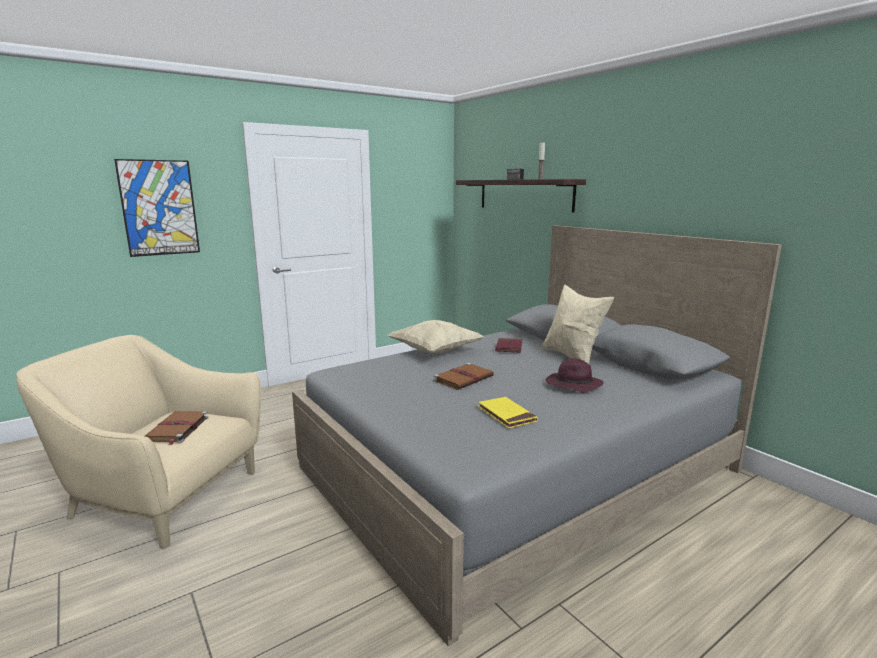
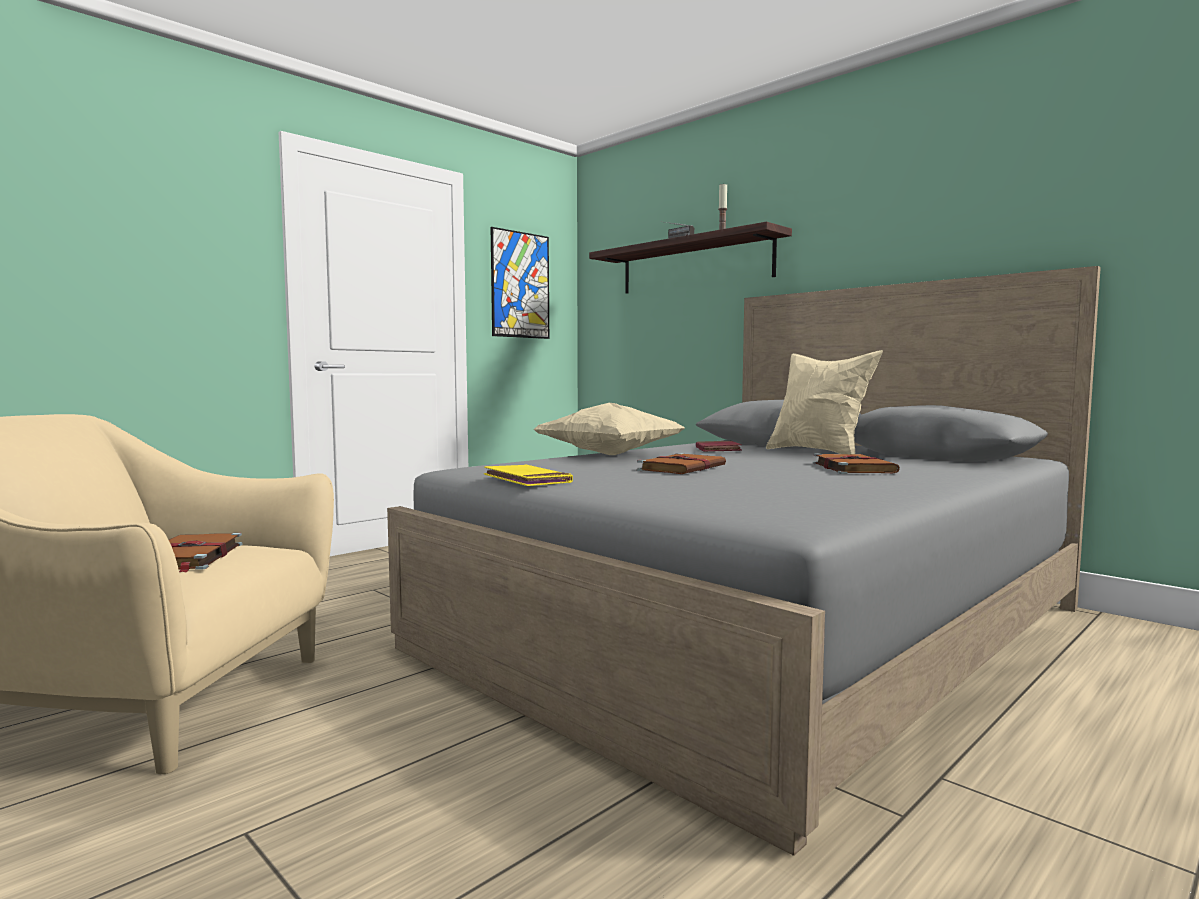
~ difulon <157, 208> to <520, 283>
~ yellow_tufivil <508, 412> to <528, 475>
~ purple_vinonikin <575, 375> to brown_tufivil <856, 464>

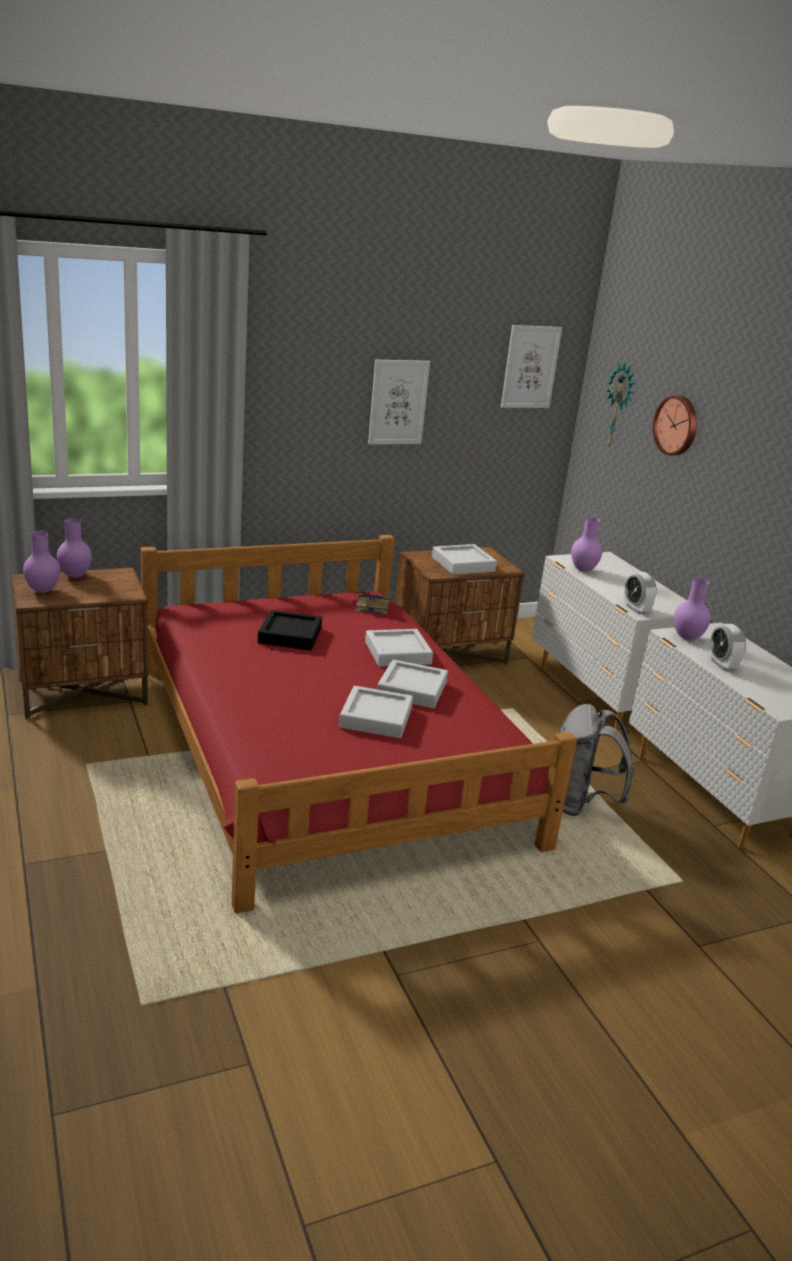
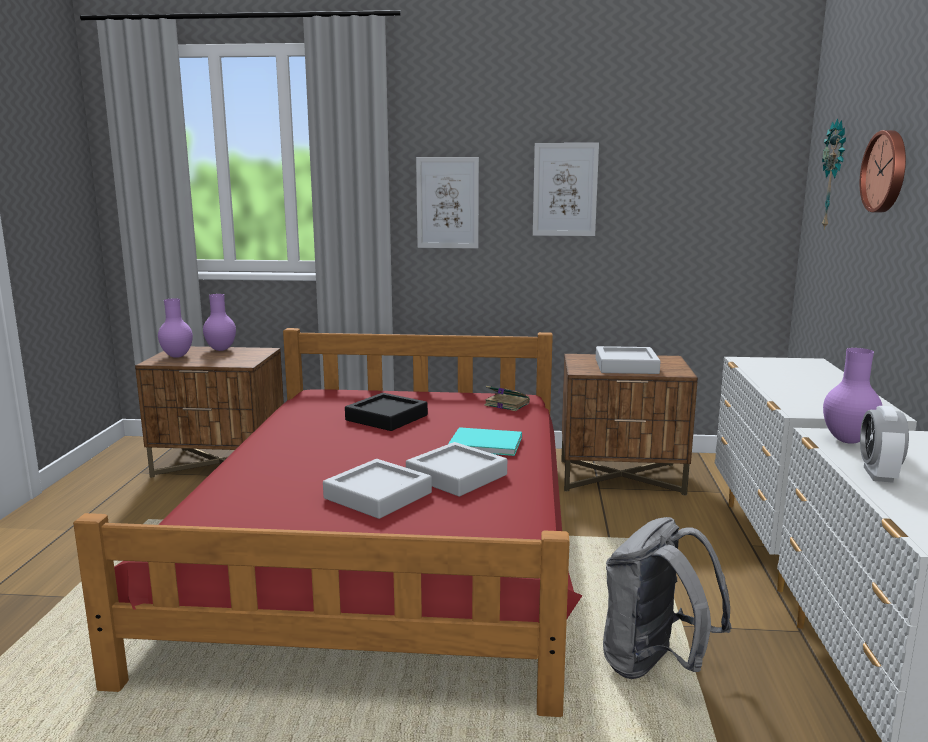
- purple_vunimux <586, 544>
- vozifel <640, 593>
~ difulon <531, 366> to <447, 202>
~ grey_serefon <399, 648> to turquoise_tufivil <485, 441>

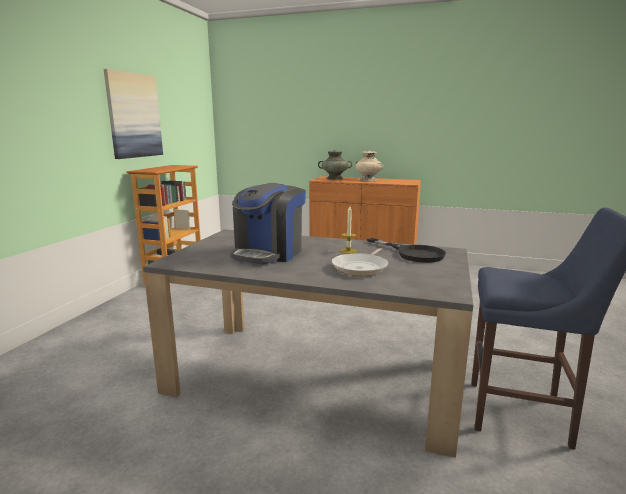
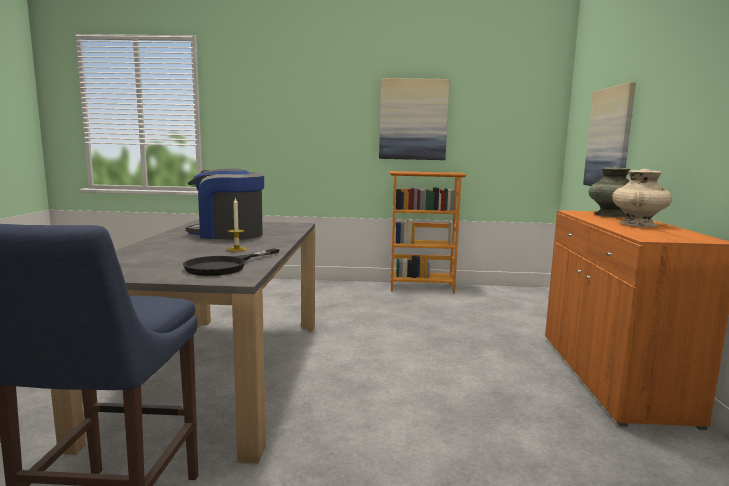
- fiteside <360, 262>
+ difulon <609, 134>

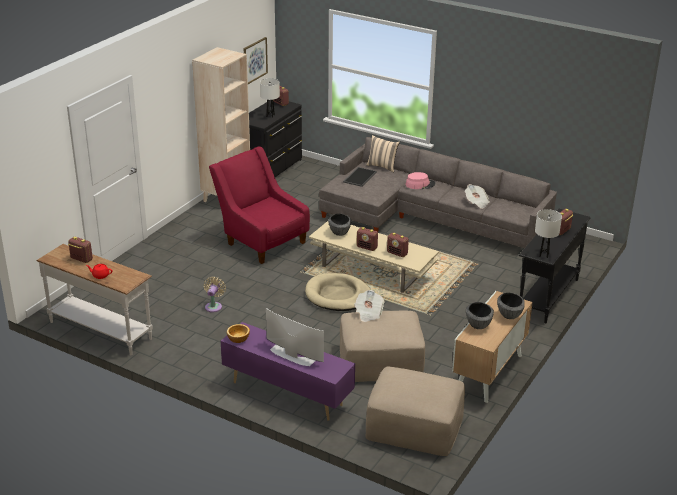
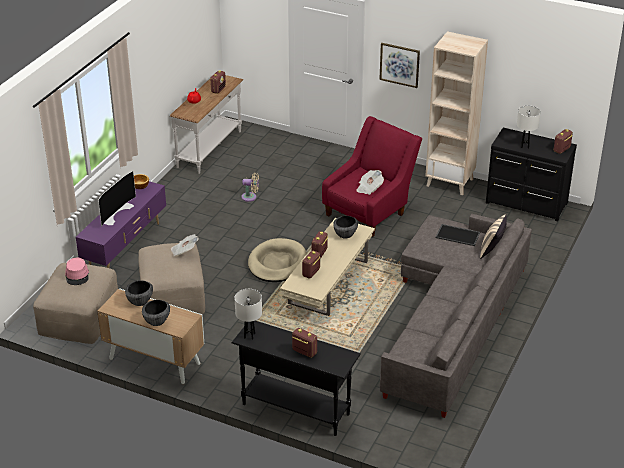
~ difulon <256, 60> to <399, 65>
~ pink_vinonikin <420, 180> to <77, 271>
~ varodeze <477, 196> to <370, 182>

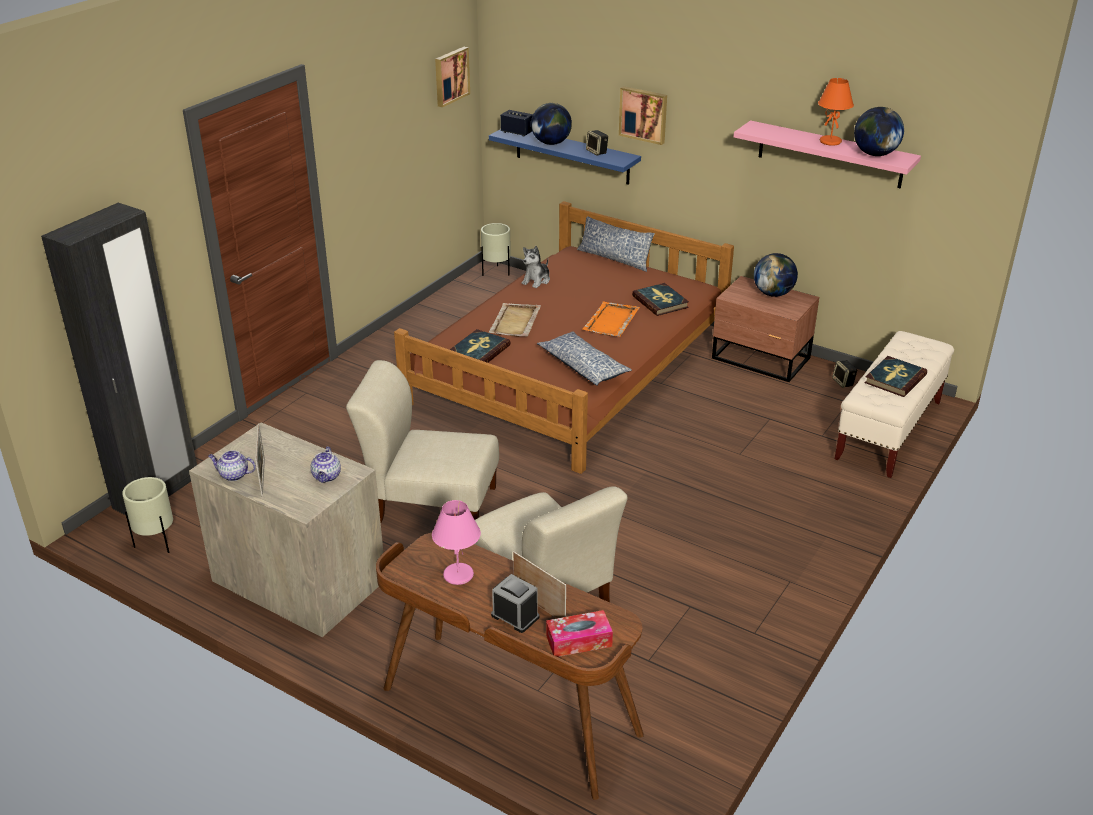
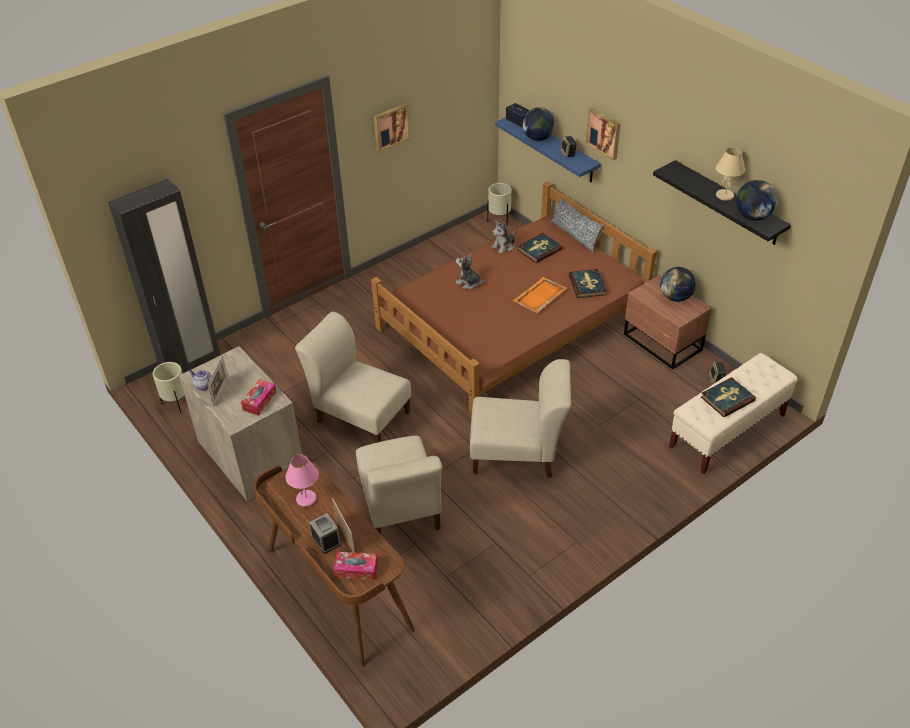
- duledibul <584, 358>
+ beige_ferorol <520, 418>
~ difulon <452, 77> to <392, 127>
~ tufivil <480, 346> to <540, 248>
~ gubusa <325, 464> to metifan <259, 397>
~ beige_serefon <514, 320> to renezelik <469, 271>
~ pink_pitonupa <827, 154> to black_pitonupa <722, 202>
~ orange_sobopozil <836, 112> to beige_sobopozil <730, 174>

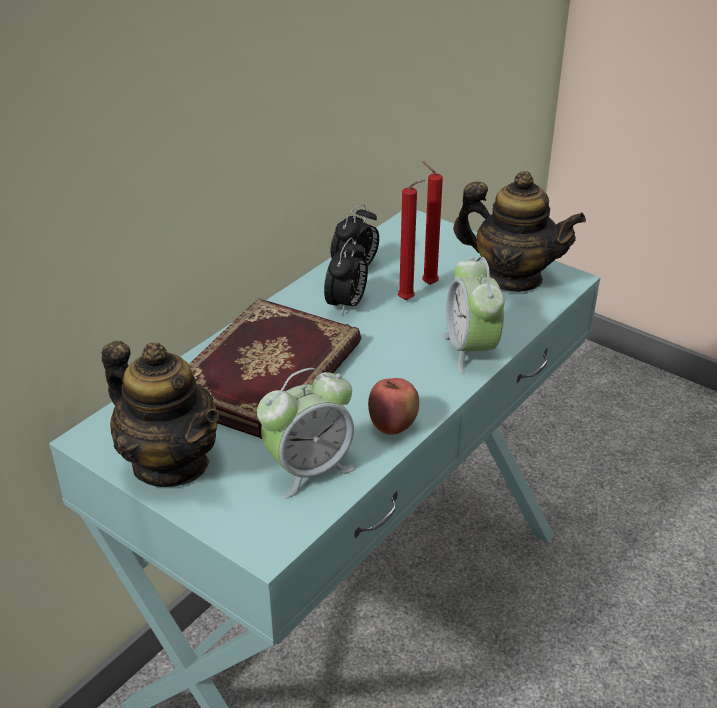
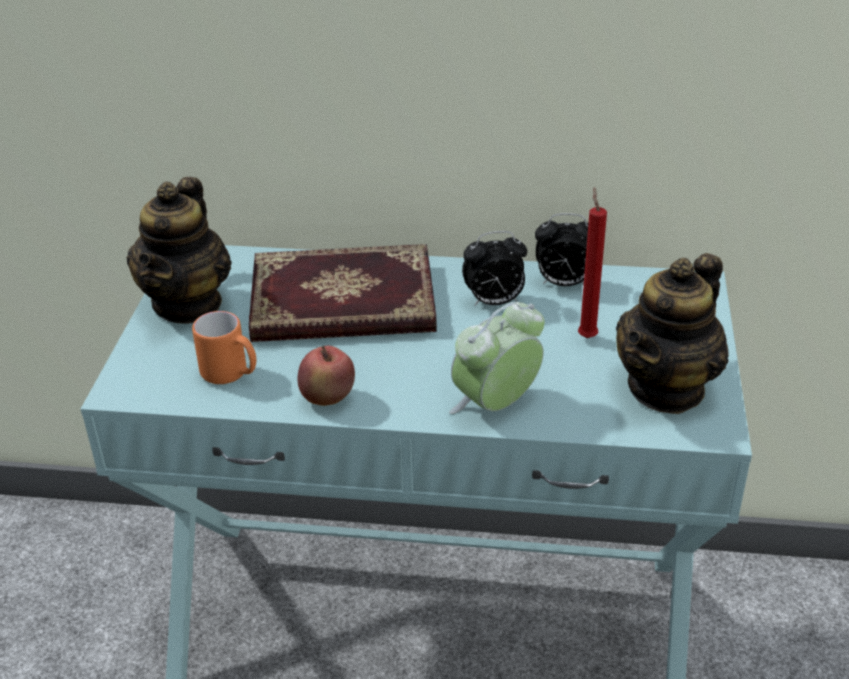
- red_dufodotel <411, 240>
~ vozifel <306, 433> to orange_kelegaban <224, 347>
~ gubusa <519, 231> = <672, 333> 45 degrees clockwise

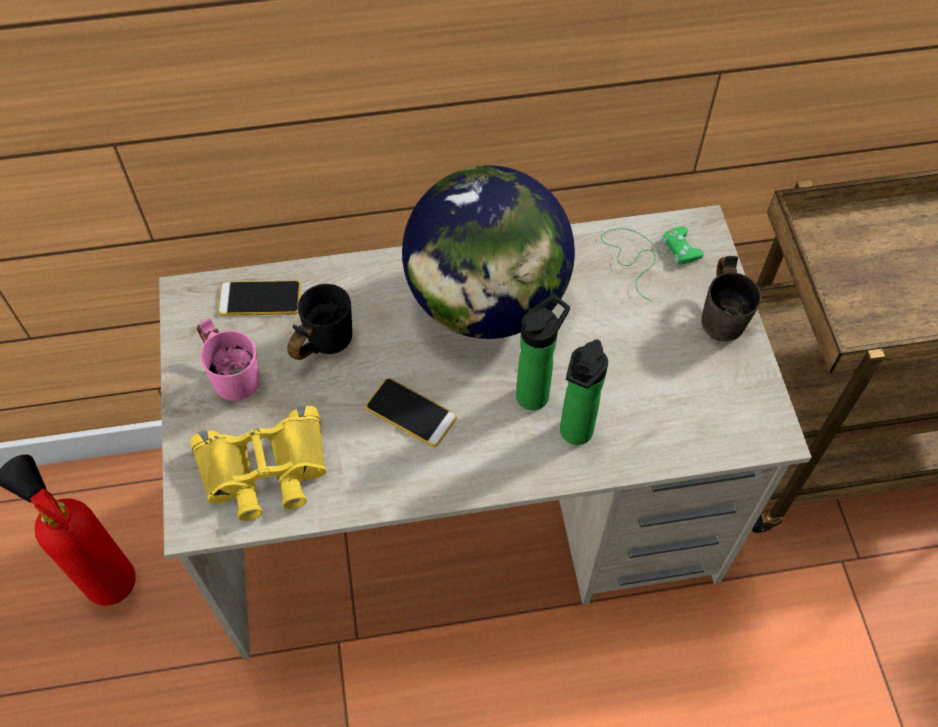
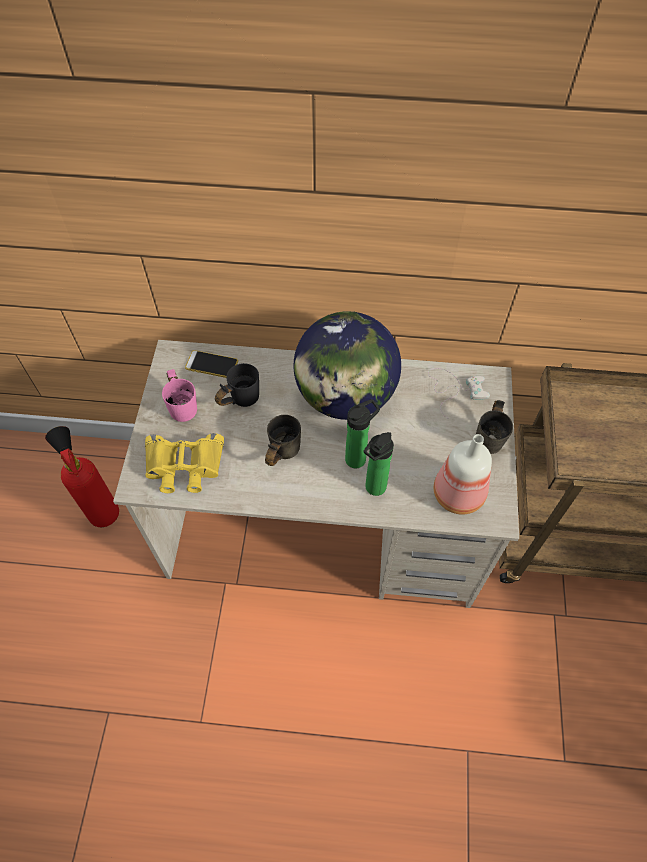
+ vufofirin <463, 474>
~ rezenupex <411, 412> to grey_kelegaban <283, 440>
~ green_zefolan <652, 264> to white_zefolan <459, 393>

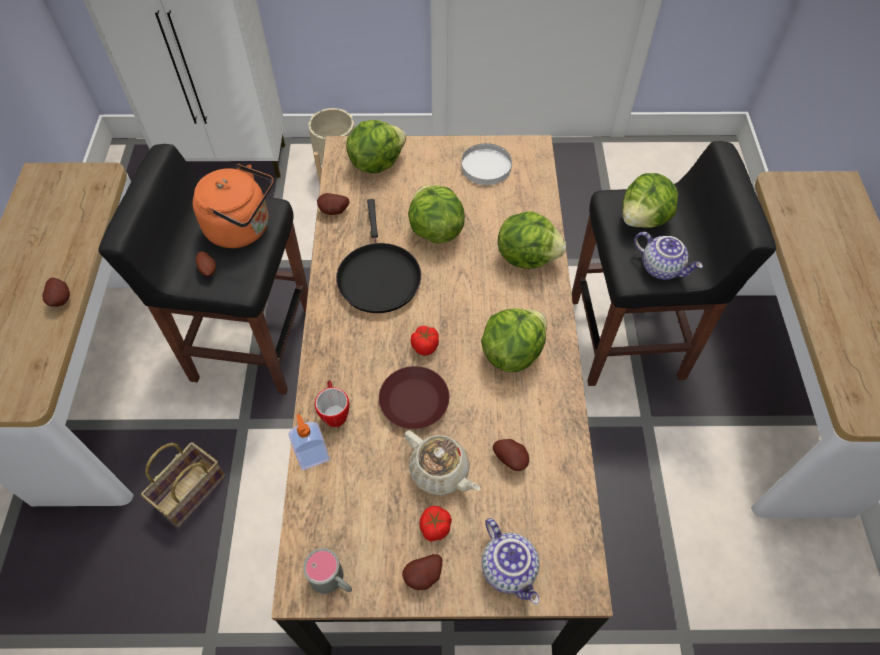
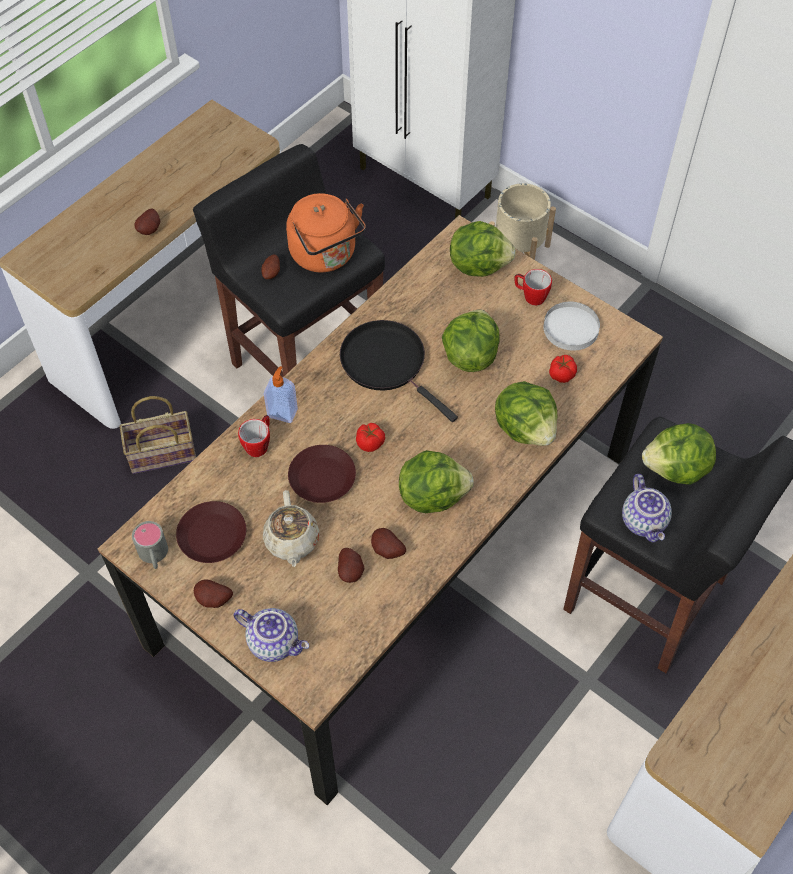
+ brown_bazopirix <211, 532>
+ kelegaban <533, 287>
~ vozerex <309, 442> to <281, 394>
~ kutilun <333, 204> to <388, 543>
~ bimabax <435, 524> to <563, 369>
~ black_fiteside <378, 256> = <399, 371> 105 degrees clockwise
~ gubusa <511, 561> = <271, 635> 75 degrees counterclockwise

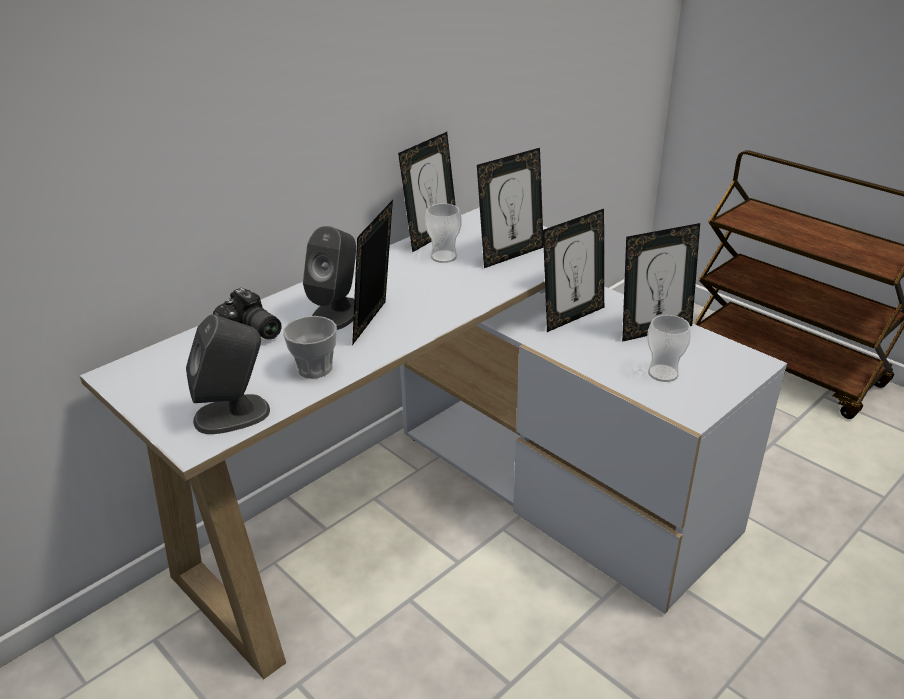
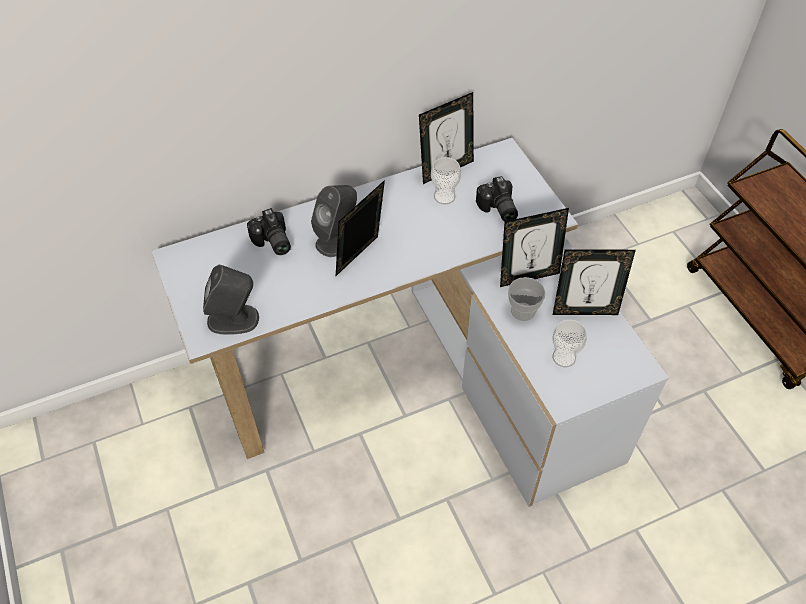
~ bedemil <310, 347> to <527, 299>
~ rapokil <510, 208> to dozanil <497, 199>

